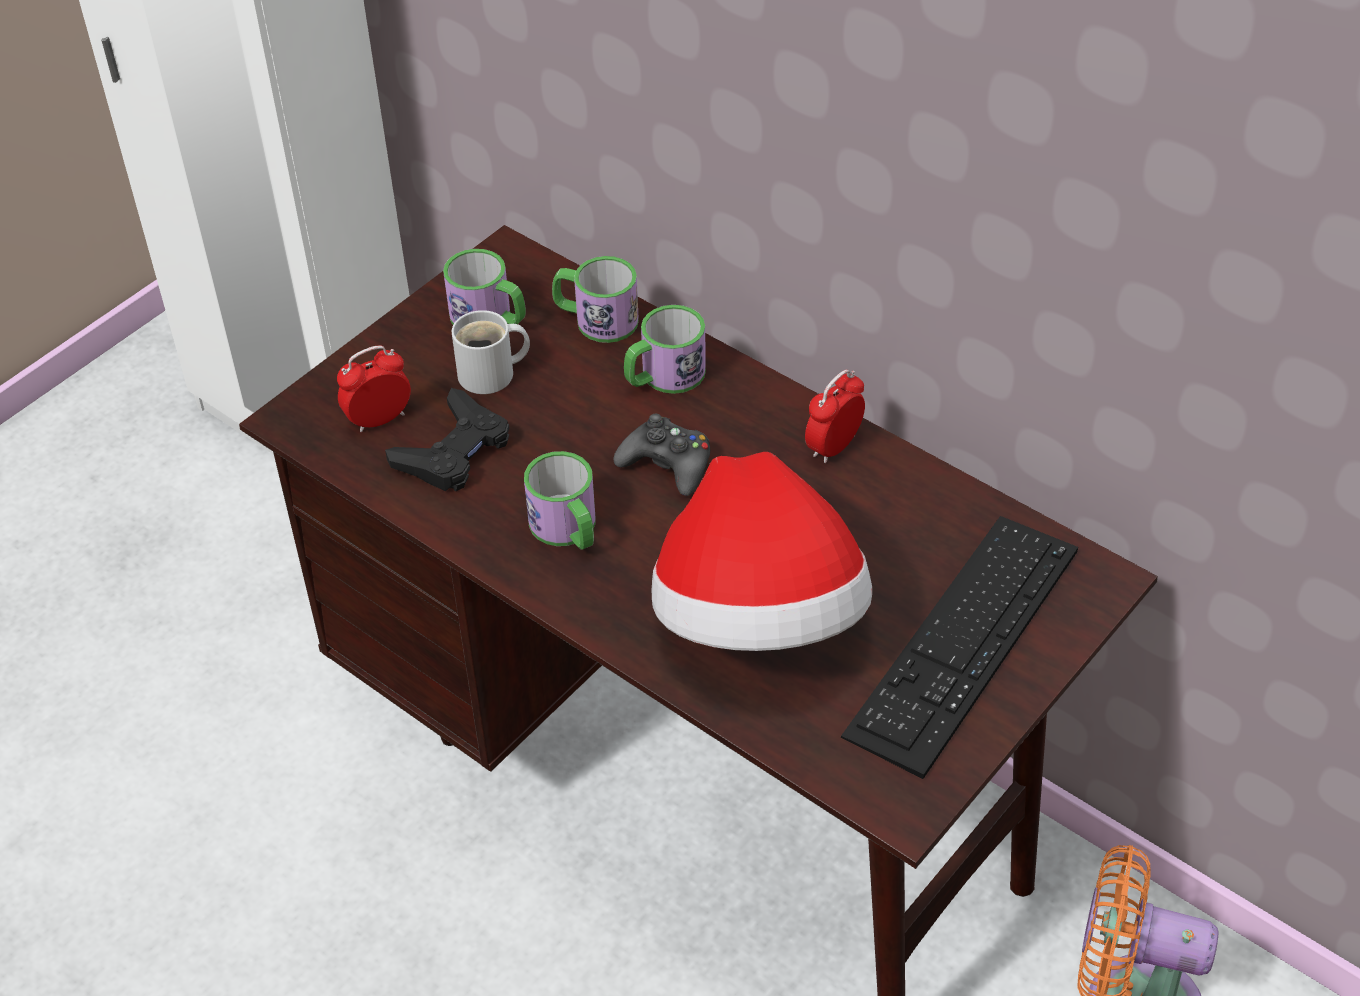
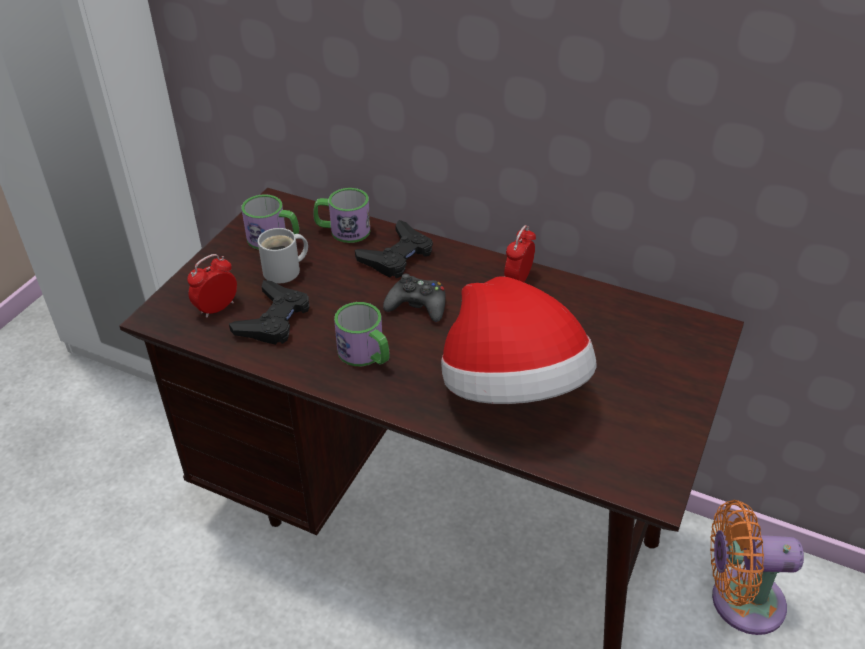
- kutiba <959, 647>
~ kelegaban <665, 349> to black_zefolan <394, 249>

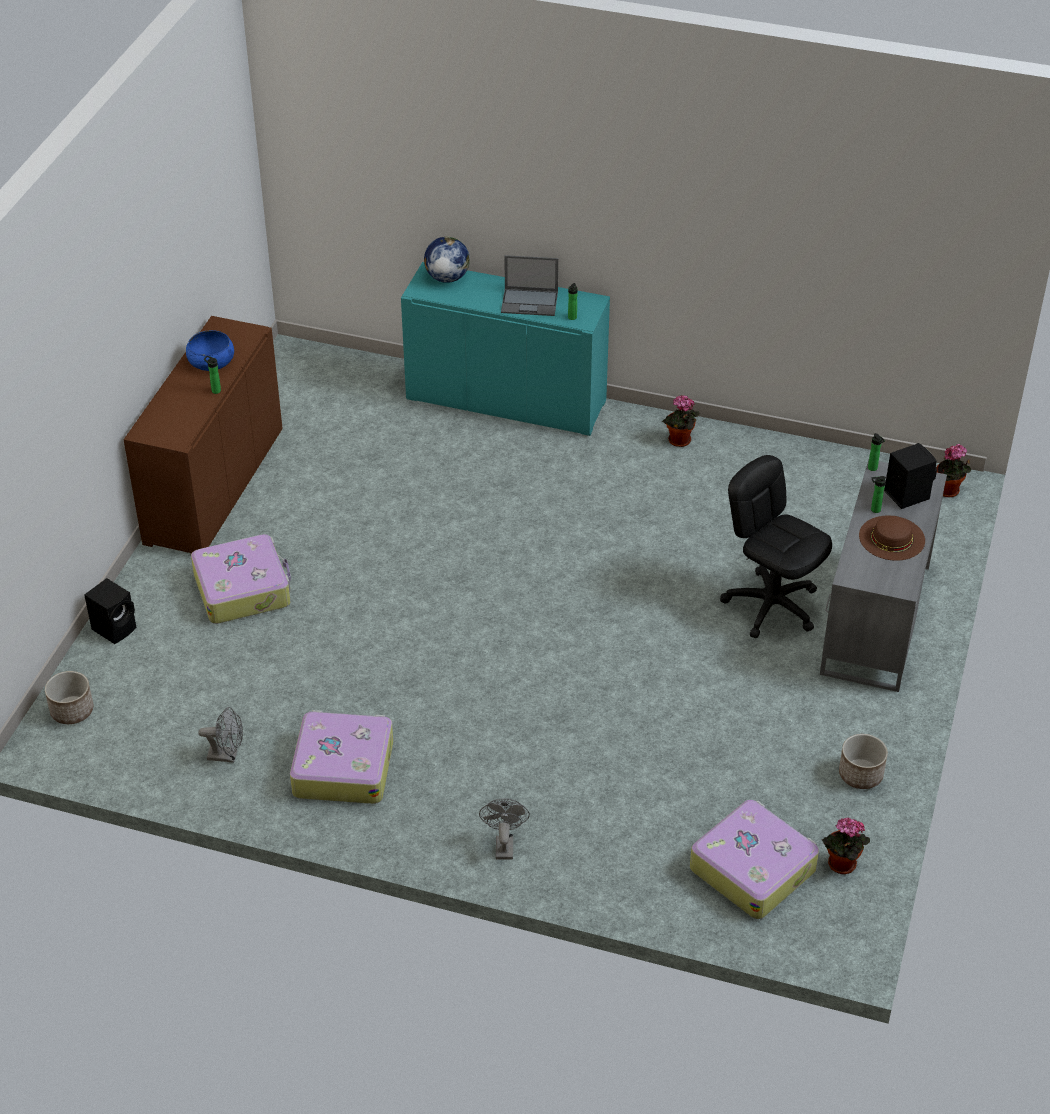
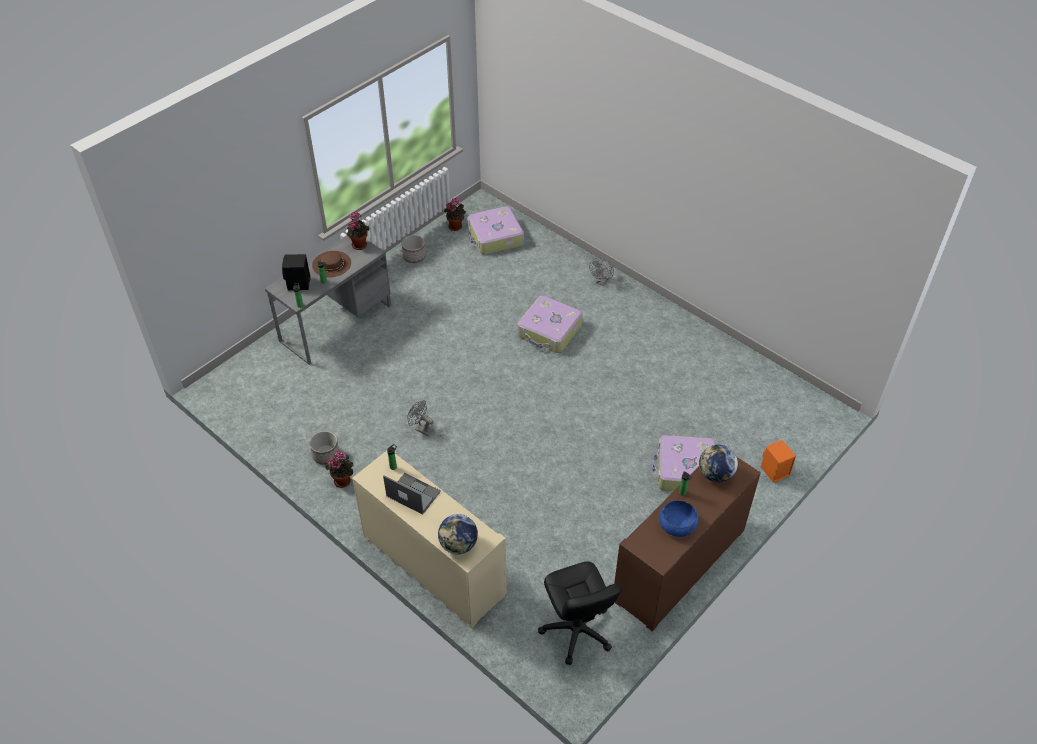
+ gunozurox <718, 463>
~ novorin <69, 697> to <324, 448>
~ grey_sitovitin <220, 735> to <420, 418>
~ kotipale <341, 757> to <550, 324>
~ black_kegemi <776, 546> to <580, 613>
~ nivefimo <954, 470> to <357, 231>
~ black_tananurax <110, 611> to orange_tananurax <778, 461>
~ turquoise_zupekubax <505, 349> to beige_zupekubax <429, 540>

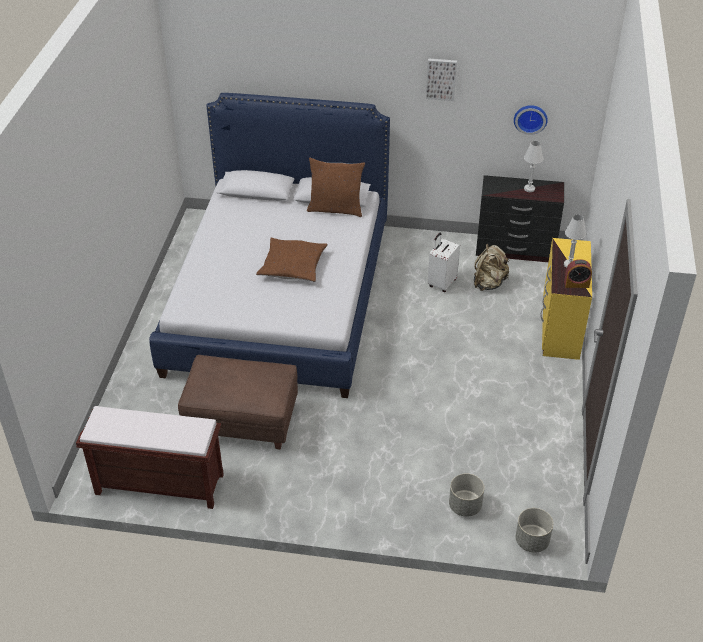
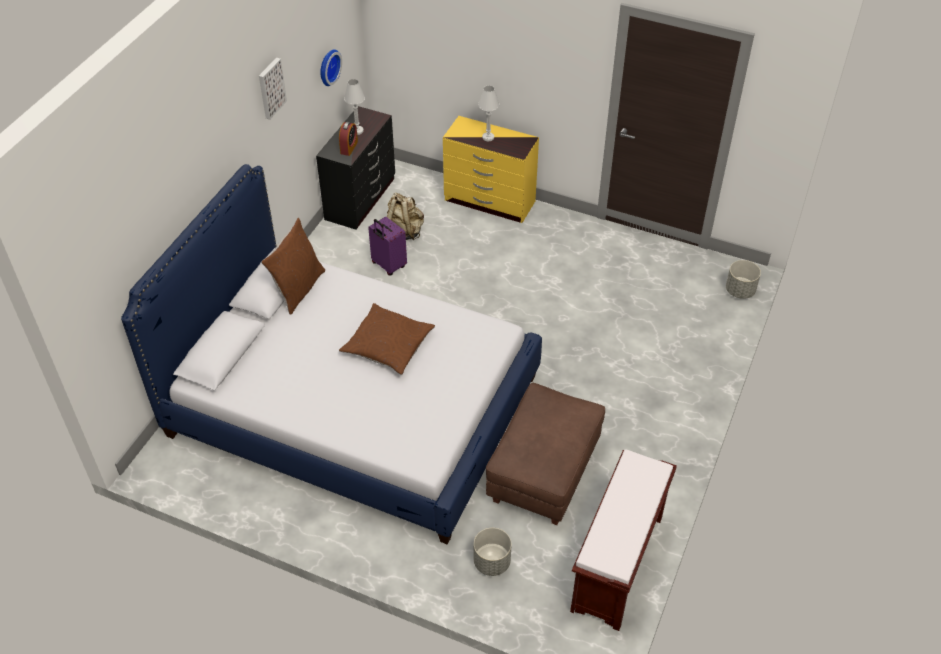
~ grey_novorin <466, 495> to <493, 552>
~ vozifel <578, 273> to <348, 139>
~ white_kotipale <444, 262> to purple_kotipale <387, 246>

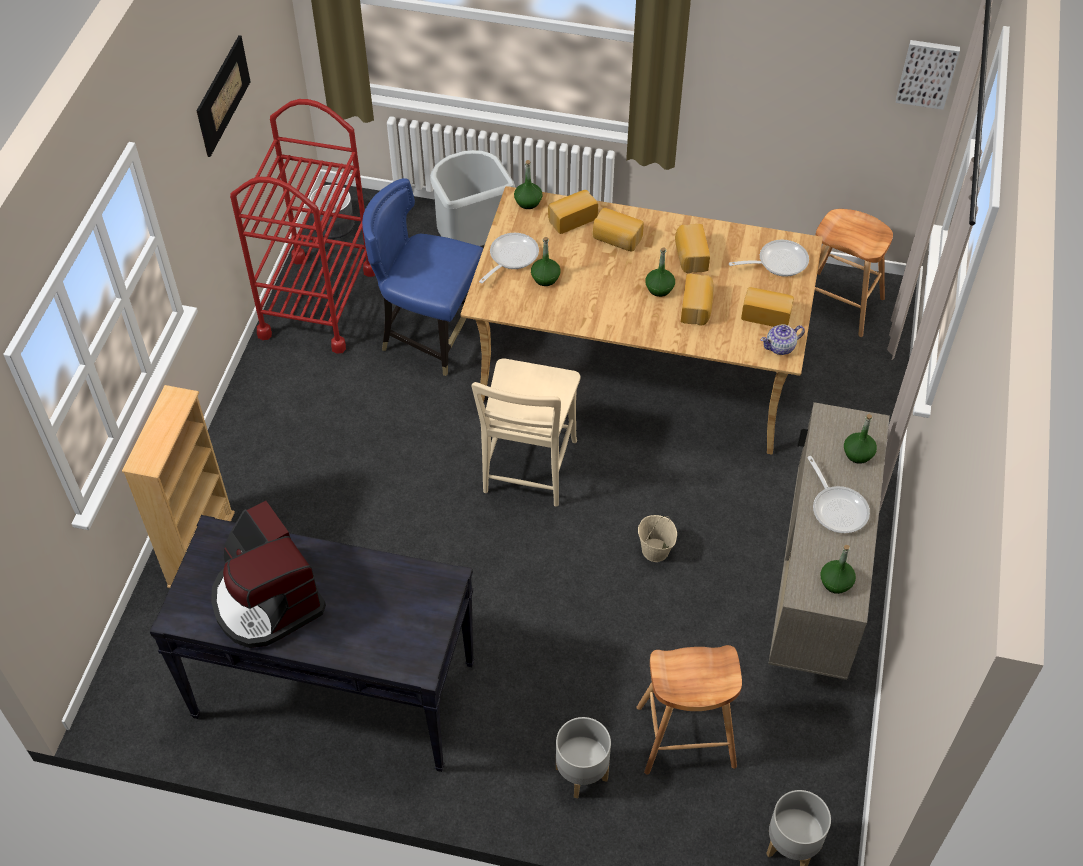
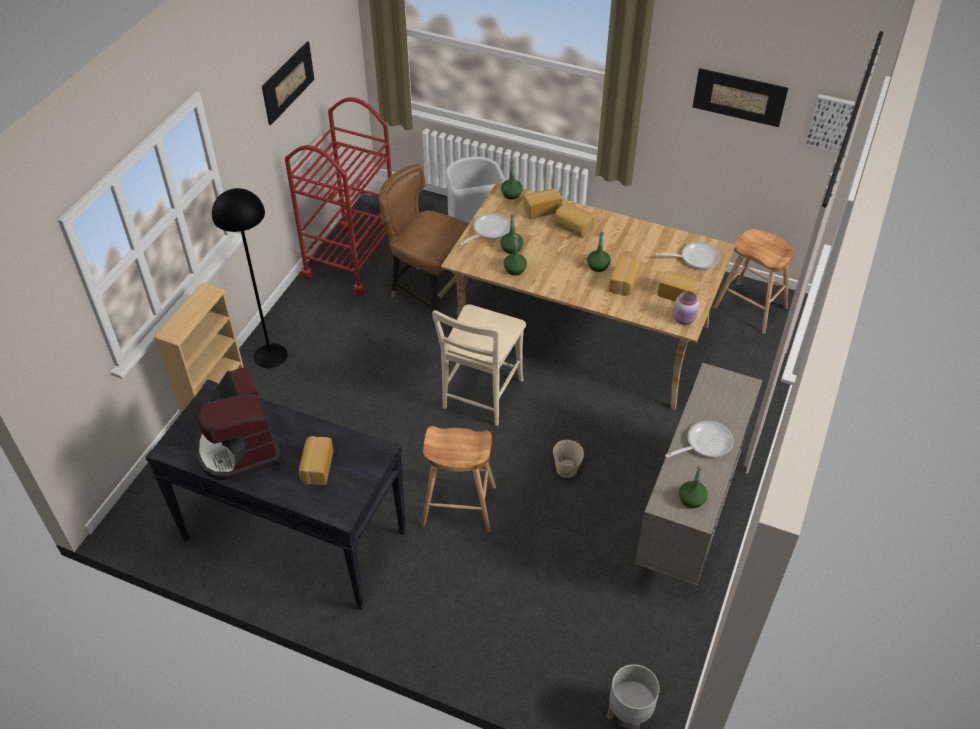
- grey_novorin <583, 757>
+ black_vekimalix <250, 278>
+ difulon <740, 97>
~ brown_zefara <689, 709> to <458, 479>
~ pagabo <692, 248> to <316, 460>
~ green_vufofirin <860, 439> to <515, 254>
~ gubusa <783, 339> to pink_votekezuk <686, 308>
~ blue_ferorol <422, 277> to brown_ferorol <424, 242>
~ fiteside <838, 494> = <699, 439> 105 degrees counterclockwise

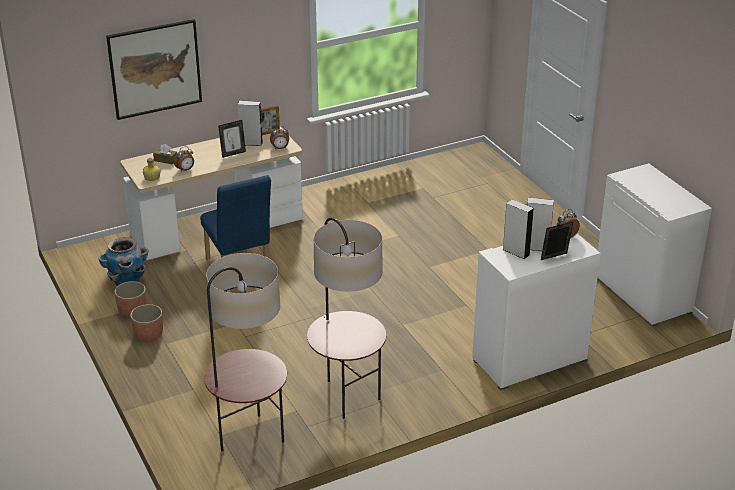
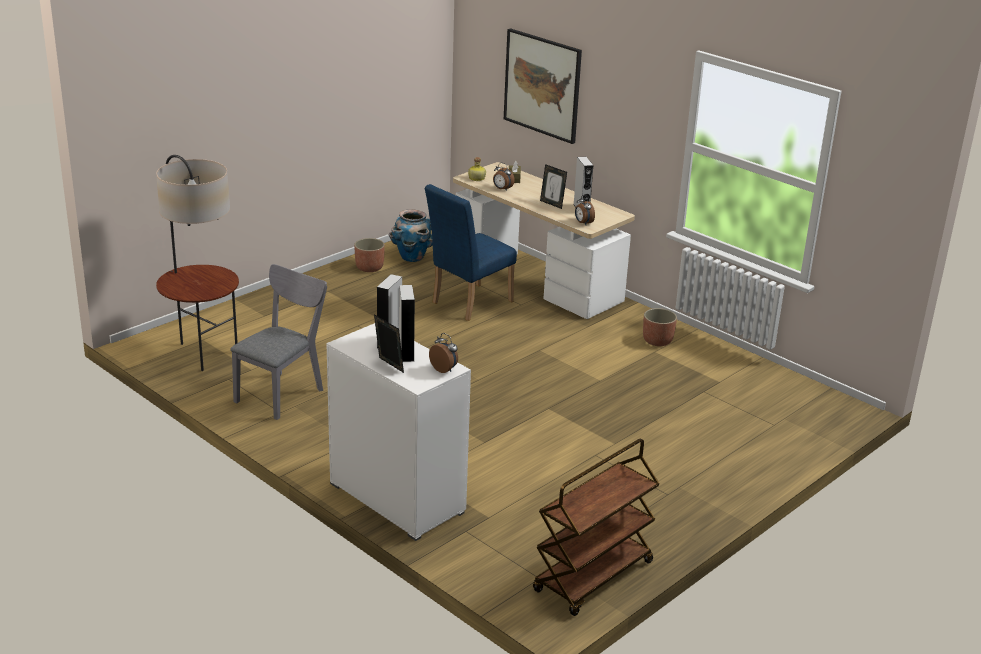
- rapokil <270, 120>
~ novorin <146, 323> to <660, 327>
~ vekimalix <346, 318> to grey_ferorol <278, 342>
~ white_zupekubax <655, 244> to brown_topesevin <596, 527>

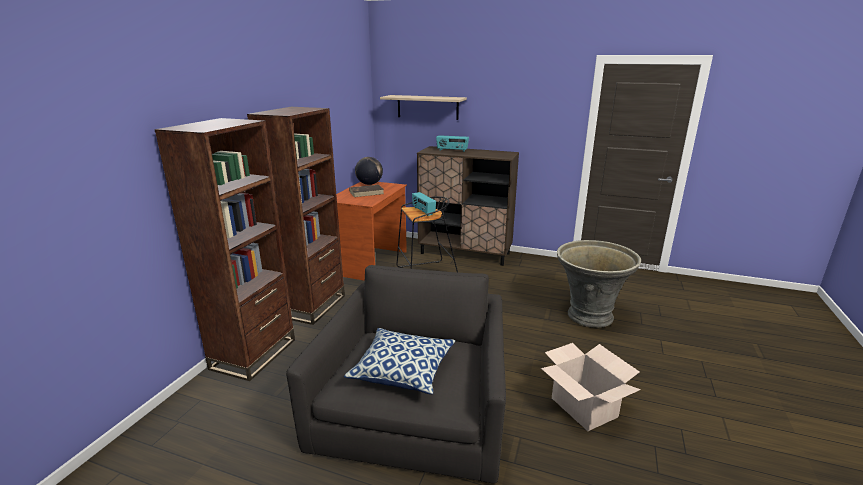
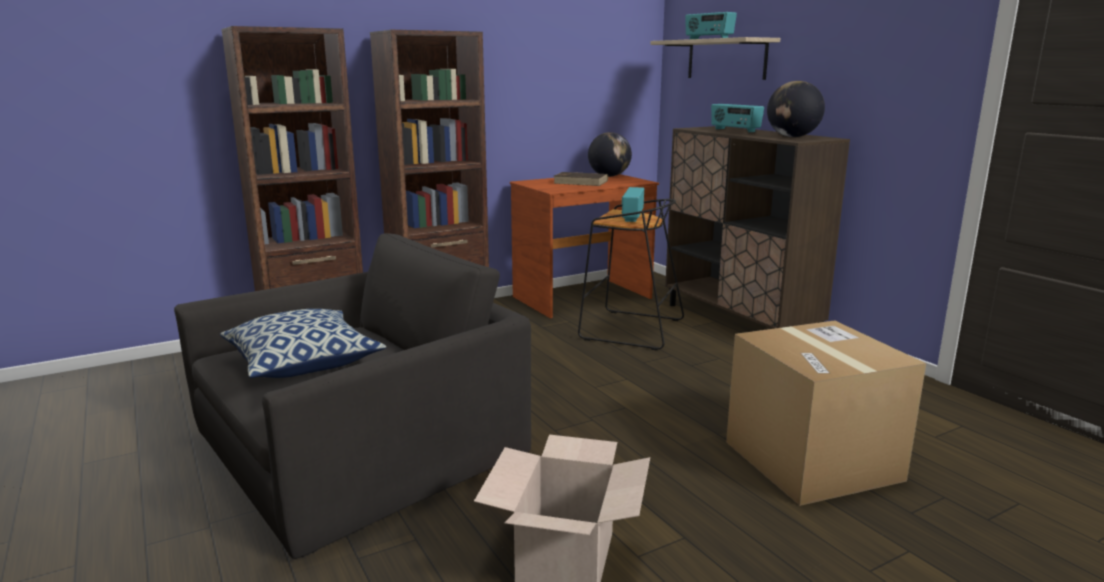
+ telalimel <711, 25>
+ gunozurox <796, 109>
~ grey_novorin <599, 284> to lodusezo <826, 413>

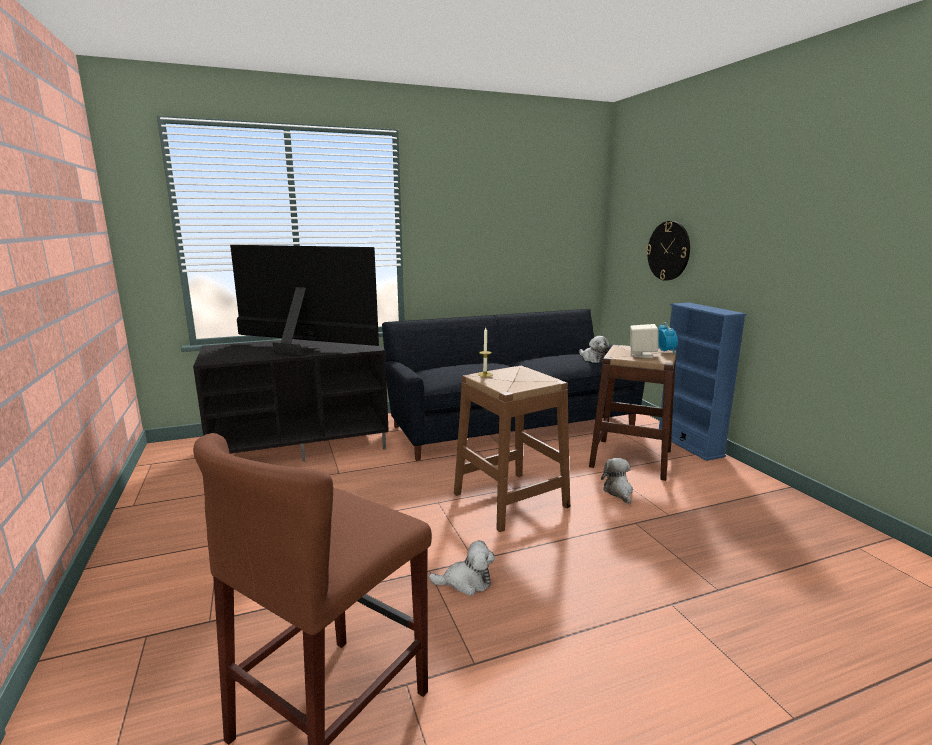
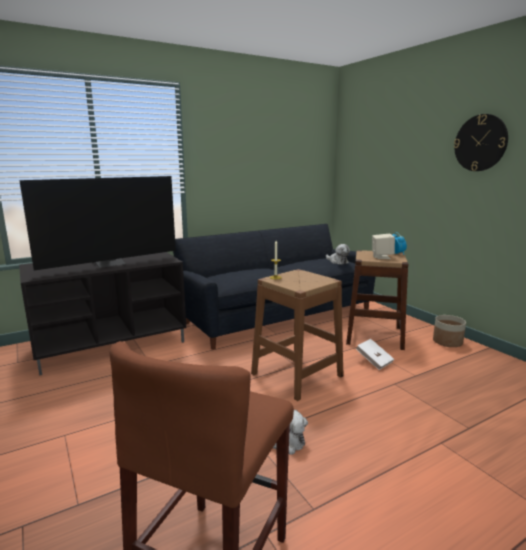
- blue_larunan <703, 382>
+ novorin <449, 331>
~ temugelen <668, 251> to <481, 142>
~ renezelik <617, 481> to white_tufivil <375, 354>
~ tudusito <304, 300> = <97, 223> 135 degrees clockwise

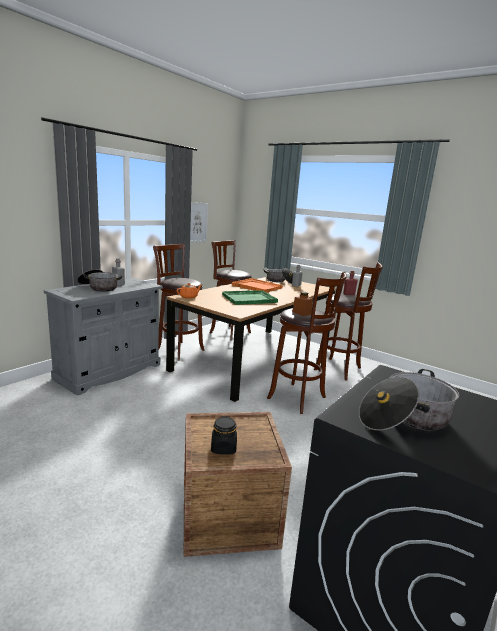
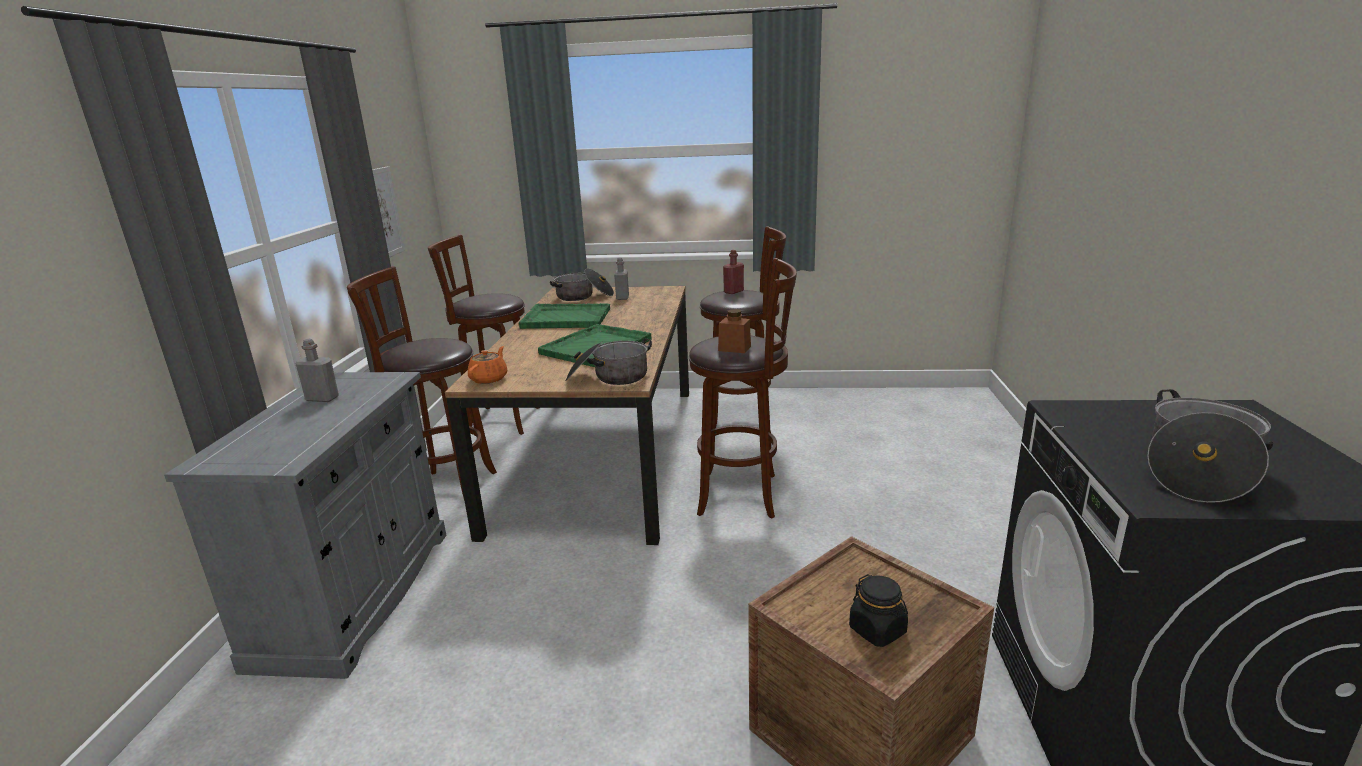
~ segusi <100, 280> to <608, 361>
~ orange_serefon <257, 285> to green_serefon <564, 316>

